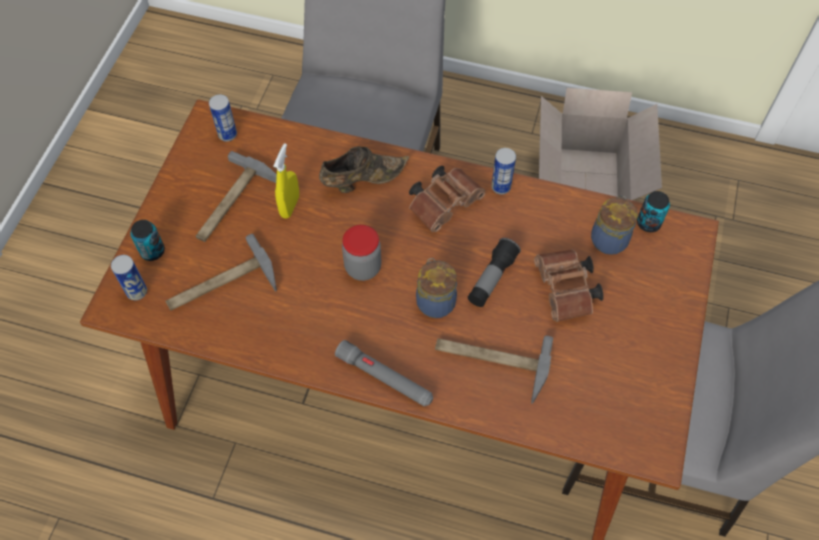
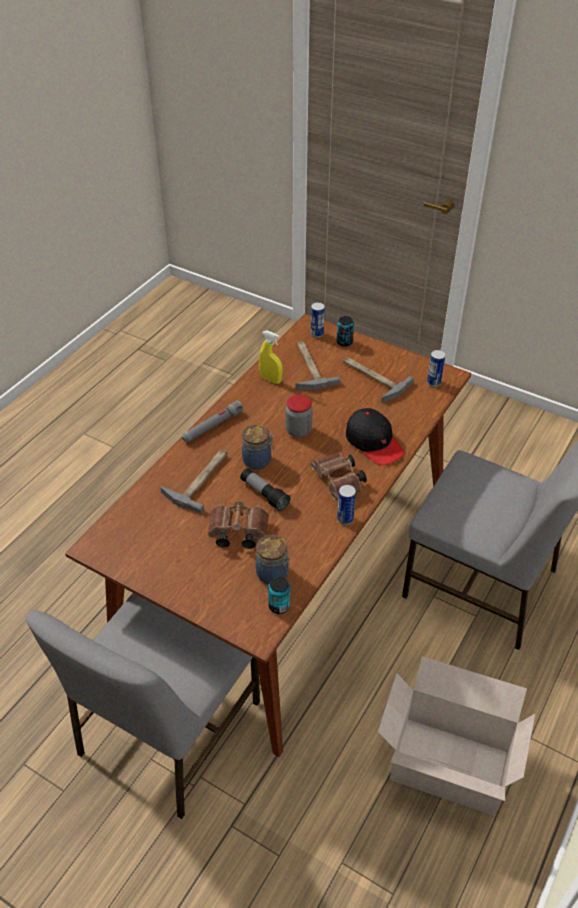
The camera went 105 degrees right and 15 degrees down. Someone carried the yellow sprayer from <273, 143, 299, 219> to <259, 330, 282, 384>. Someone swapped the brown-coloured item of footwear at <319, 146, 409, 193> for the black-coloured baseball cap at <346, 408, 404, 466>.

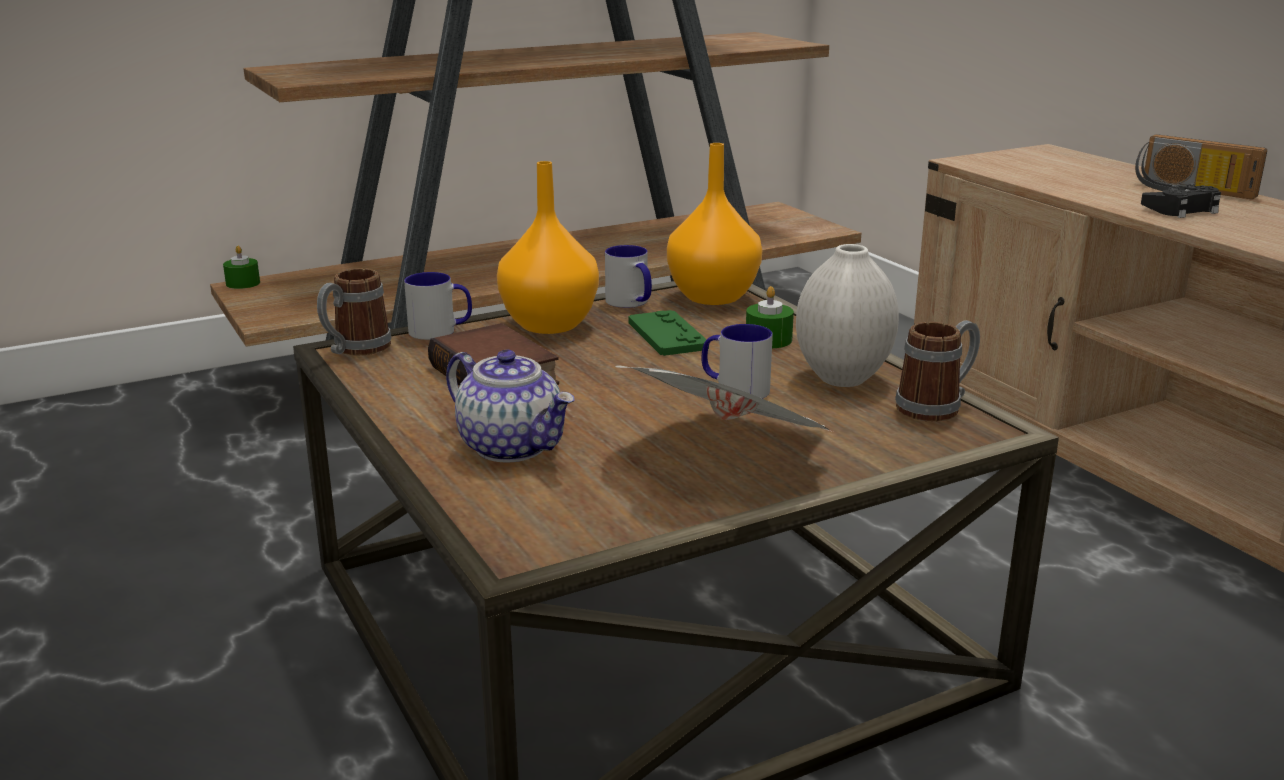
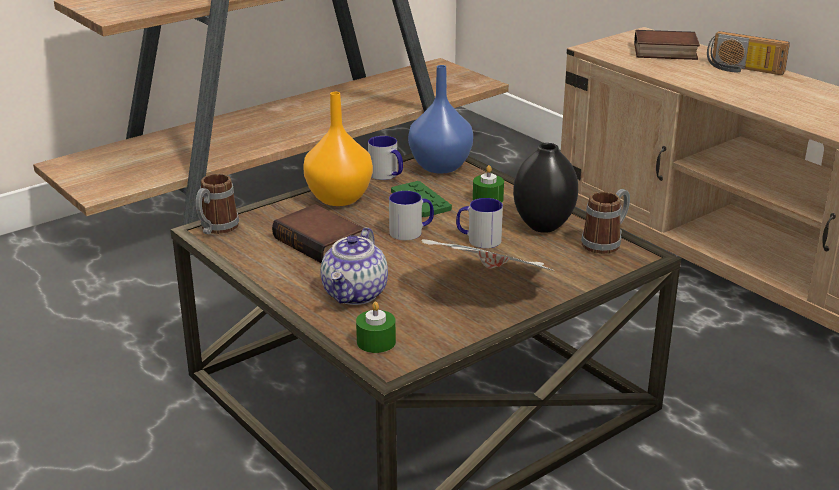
The camera went 10 degrees left and 5 degrees up. Someone took away the black-coloured joypad at <1141, 183, 1221, 218>. Someone put down the book at <634, 30, 700, 60>. Someone carried the green candle from <223, 246, 260, 289> to <356, 302, 396, 353>. Someone carried the coffee mug from <404, 272, 472, 340> to <389, 191, 434, 240>. Someone repainted the orange decorative vase at <667, 143, 762, 305>, which became the blue-coloured decorative vase at <408, 65, 473, 173>. Someone repainted the white-coloured decorative vase at <796, 244, 899, 387>, which became the black-coloured decorative vase at <513, 143, 578, 233>. Someone rotated the teapot at <446, 350, 574, 462> by 75 degrees clockwise.

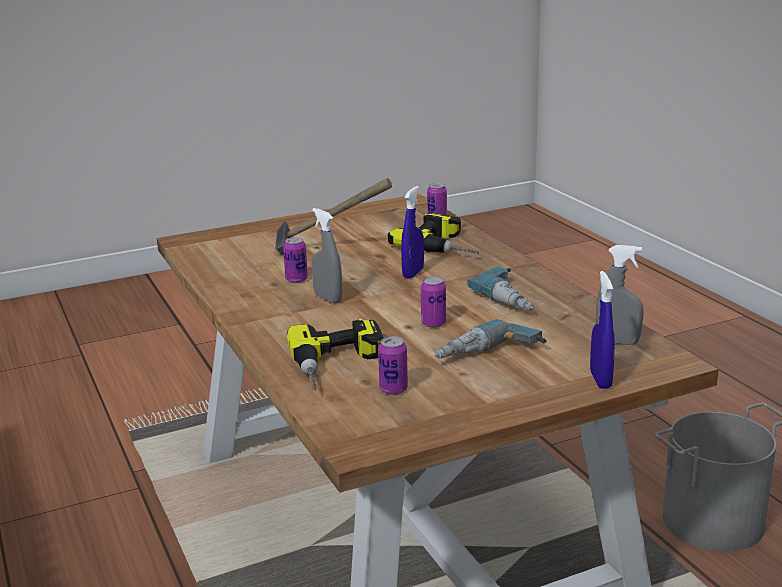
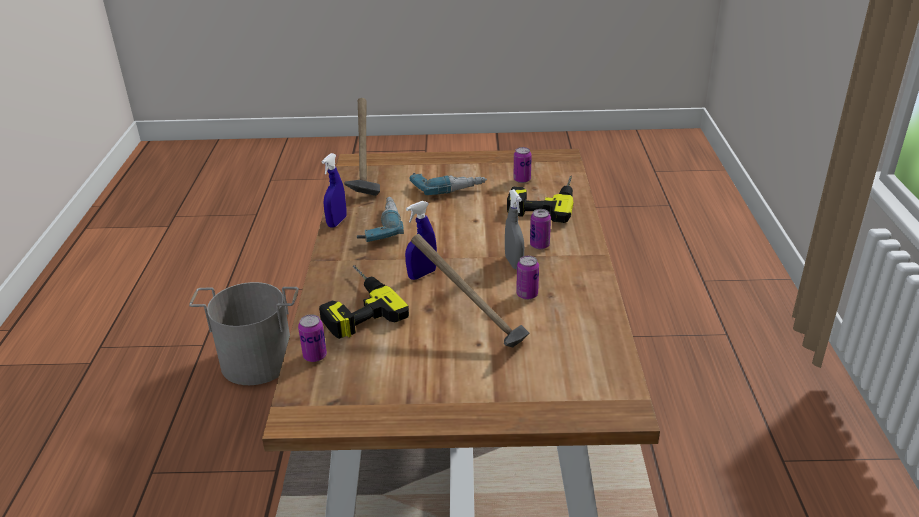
The camera went 155 degrees left and 10 degrees up. Someone carried the sealed can from <421, 276, 446, 328> to <530, 209, 551, 249>. Someone carried the blue-coloured sprayer from <590, 271, 615, 389> to <322, 153, 347, 228>. Someone swapped the grey sprayer at <596, 245, 644, 345> for the tool hammer at <344, 98, 380, 196>.

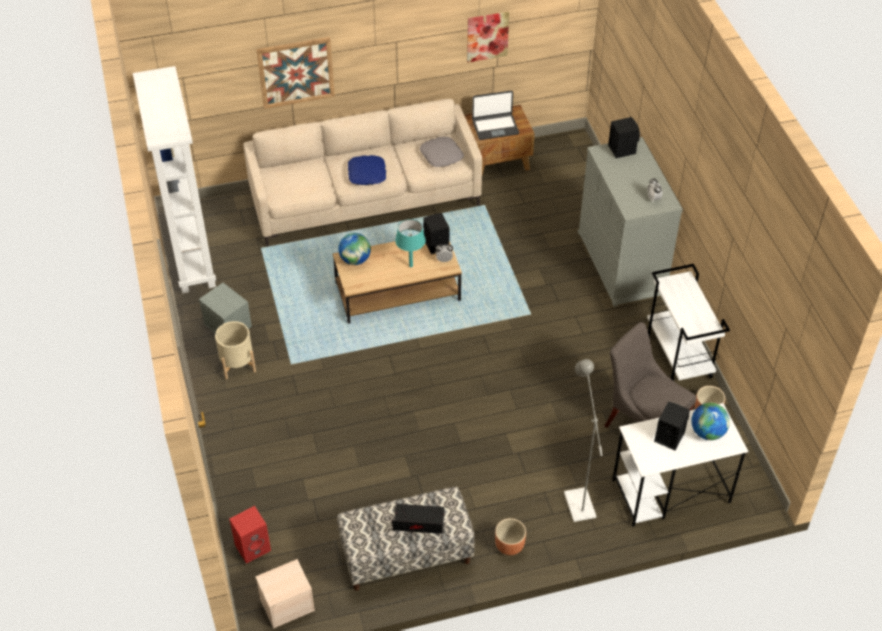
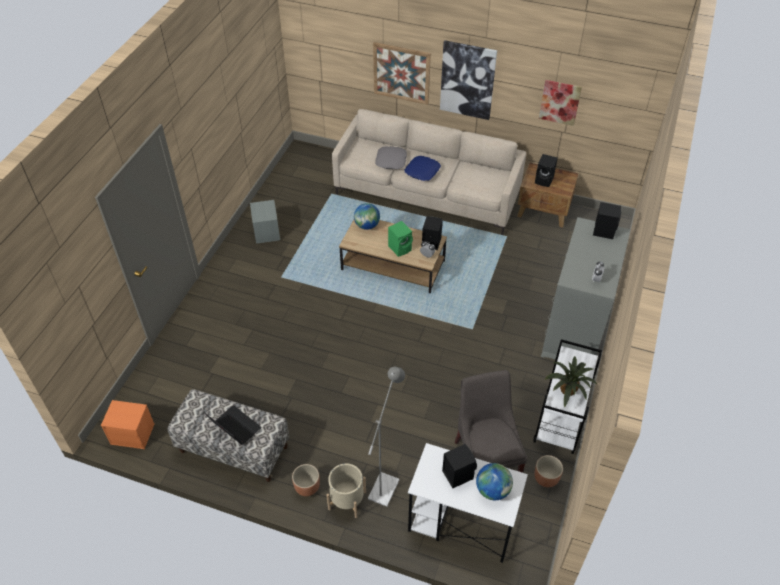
The camera went 35 degrees right and 0 degrees up. Someone took away the white-coloured bookshelf at <133, 66, 216, 293>. Someone took away the reddish speaker at <229, 506, 271, 564>. Someone put up the picture at <440, 40, 497, 120>. Someone put down the potted plant at <545, 356, 598, 408>. Someone carried the beige flower pot from <215, 321, 256, 379> to <327, 463, 366, 518>. Someone carried the grey pillow from <420, 137, 464, 167> to <375, 146, 407, 169>. Someone swapped the turquoise lamp for a table at <395, 219, 426, 267> for the green speaker at <388, 221, 413, 257>. Someone swapped the portable computer at <472, 91, 519, 140> for the black-coloured speaker at <535, 154, 558, 187>. Someone repainted the beige storage container at <255, 559, 315, 629>, which became the orange storage container at <101, 400, 155, 449>.

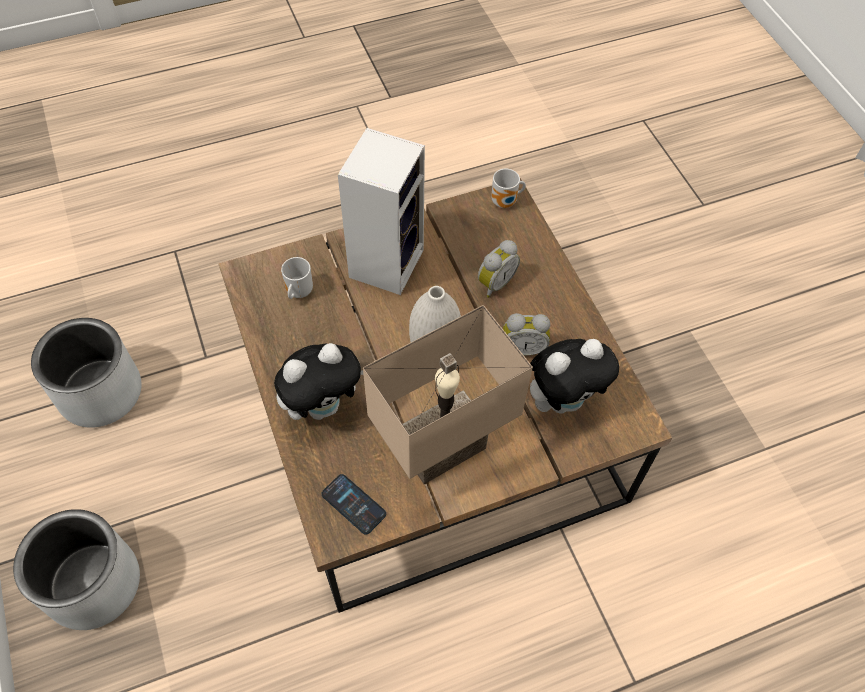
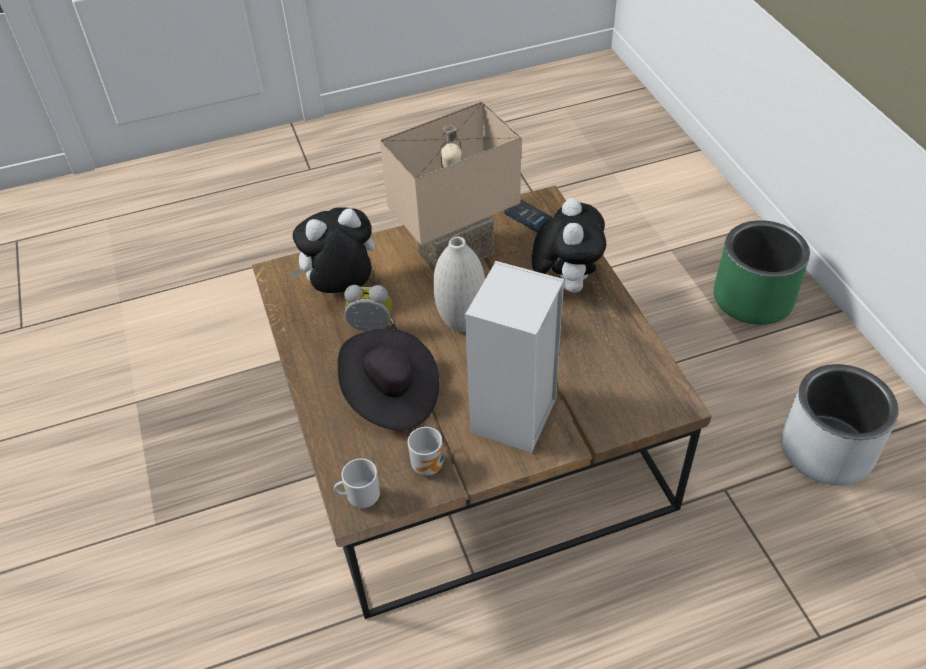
The camera went 175 degrees left and 10 degrees down. Someone carried the coffee mug from <281, 257, 313, 299> to <408, 427, 443, 476>. Someone swapped the alarm clock at <478, 240, 520, 298> for the black-coloured clothing hat at <338, 329, 439, 430>. Someone repainted the grey flower pot at <13, 509, 140, 630>, which became the green flower pot at <714, 220, 810, 325>. Someone rotated the soft toy at <274, 343, 363, 420> by 120 degrees clockwise.

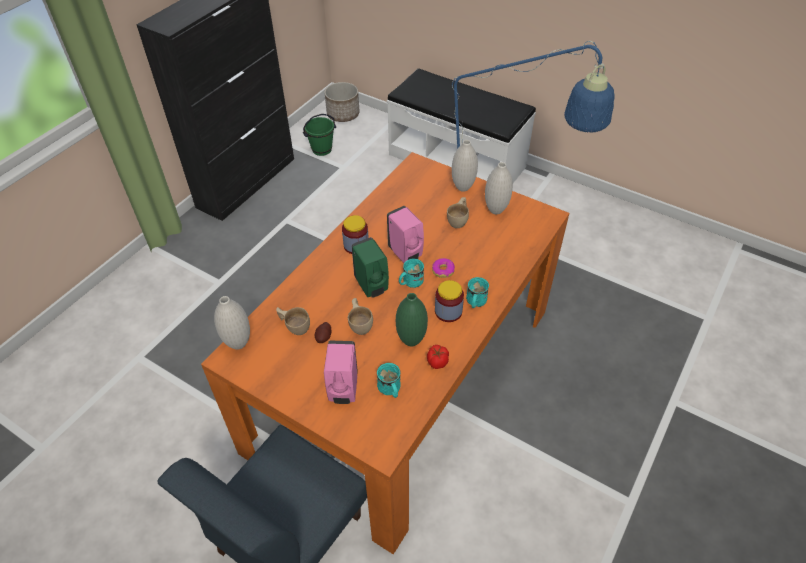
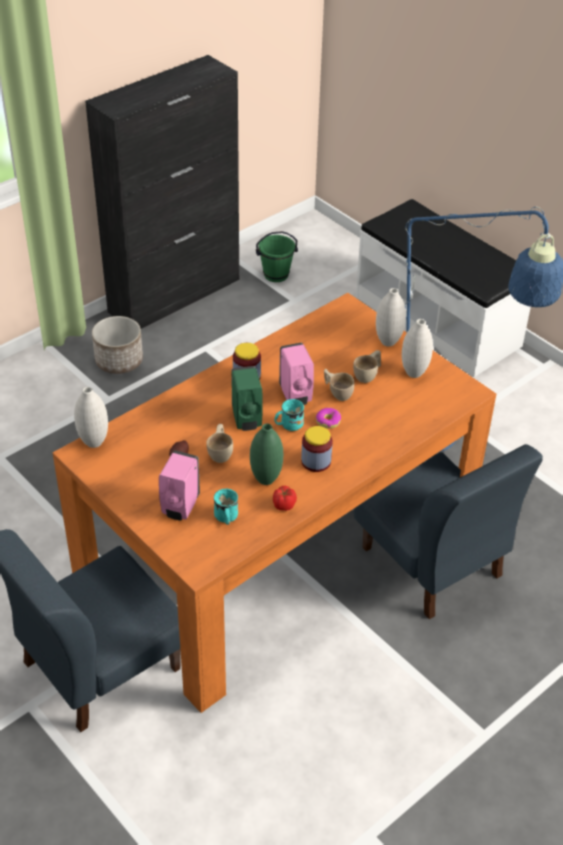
The camera went 15 degrees right and 5 degrees down. Someone took away the turquoise coffee mug at <466, 277, 489, 308>. Someone put down the blue-coloured upright chair at <353, 444, 543, 619>. Someone carried the beige cup from <276, 307, 310, 335> to <324, 369, 354, 401>. Someone carried the flower pot from <324, 82, 360, 122> to <92, 316, 143, 374>.

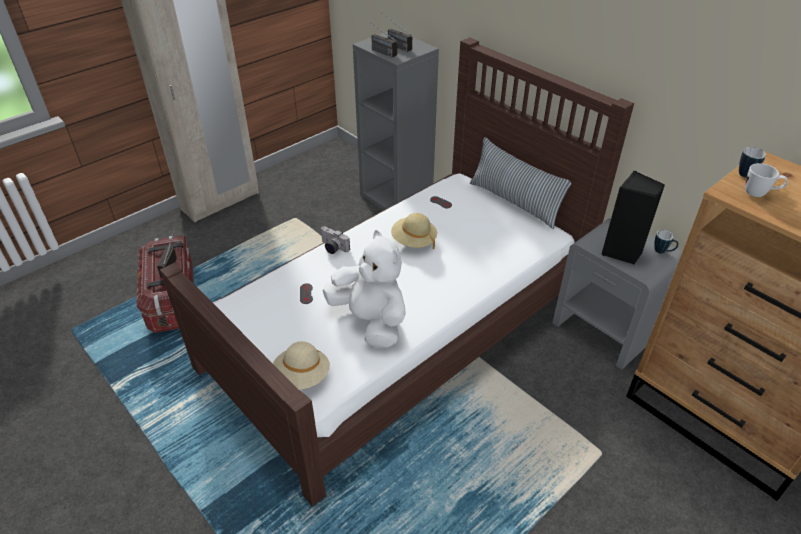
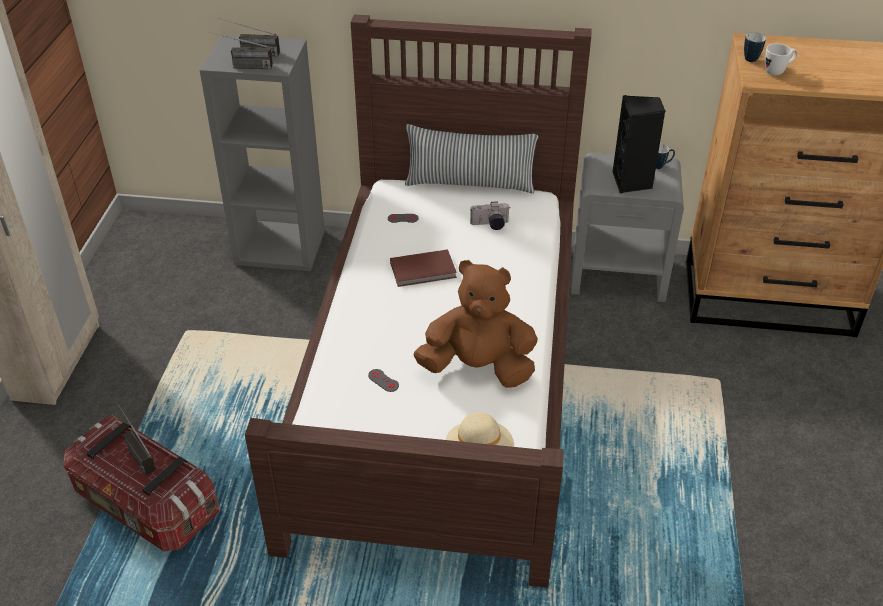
The camera went 40 degrees left and 0 degrees up. Someone carried the photo camera from <321, 226, 350, 254> to <470, 201, 510, 230>. Someone swapped the beige clothing hat at <391, 213, 437, 249> for the brown-coloured book at <390, 249, 457, 287>. Someone repainted the white-coloured soft toy at <323, 230, 406, 348>, which became the brown-coloured soft toy at <414, 260, 538, 388>.

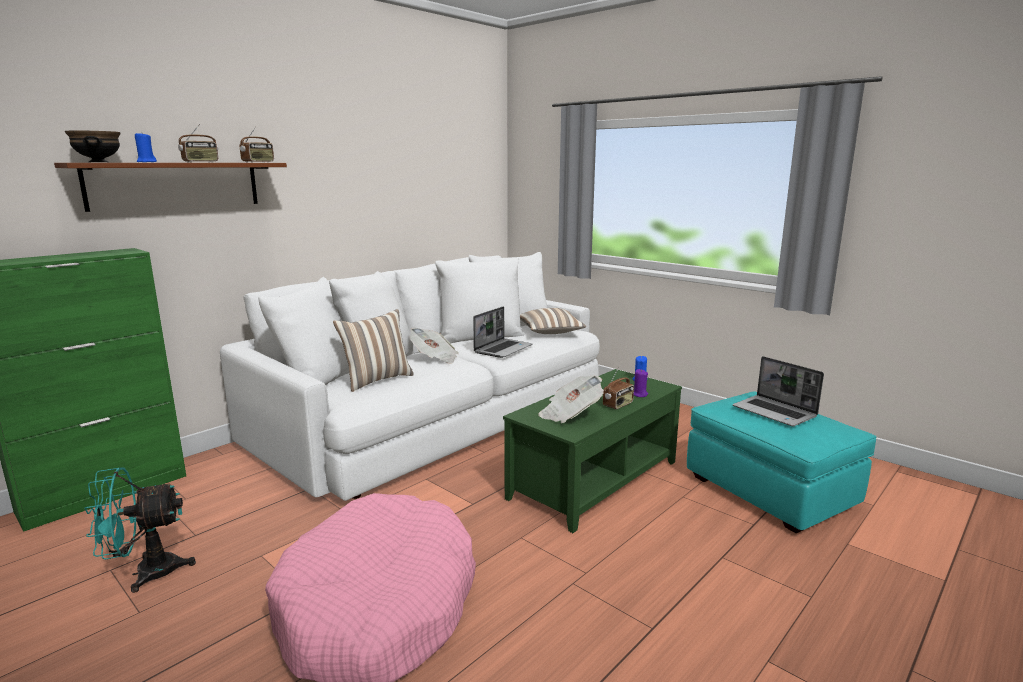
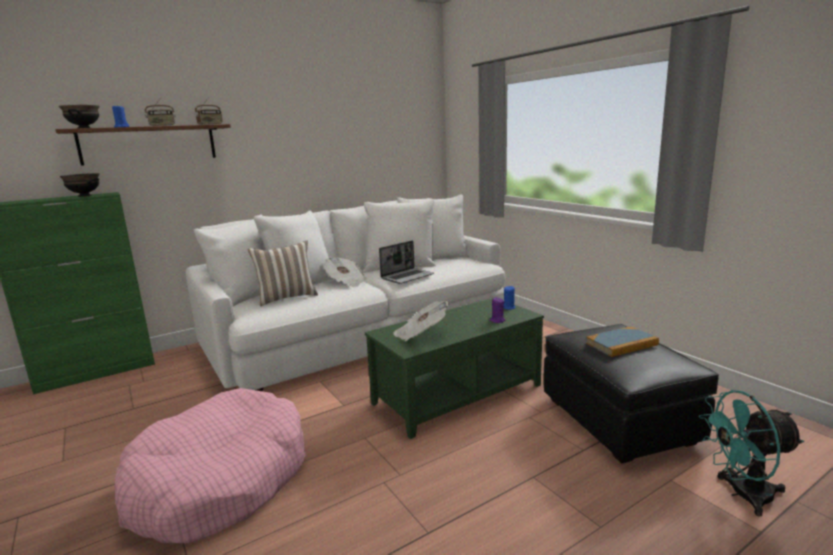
The camera went 15 degrees right and 0 degrees up. Someone took away the pillow at <520, 308, 587, 334>. Someone took away the radio set at <603, 367, 634, 409>. Someone put down the black-coloured bowl at <60, 173, 99, 197>. Someone carried the turquoise electric fan from <84, 467, 196, 593> to <699, 390, 804, 517>. Someone swapped the portable computer at <733, 356, 824, 426> for the book at <586, 327, 659, 357>. Someone repainted the turquoise footrest at <687, 391, 876, 533>, which became the black-coloured footrest at <544, 324, 719, 463>.

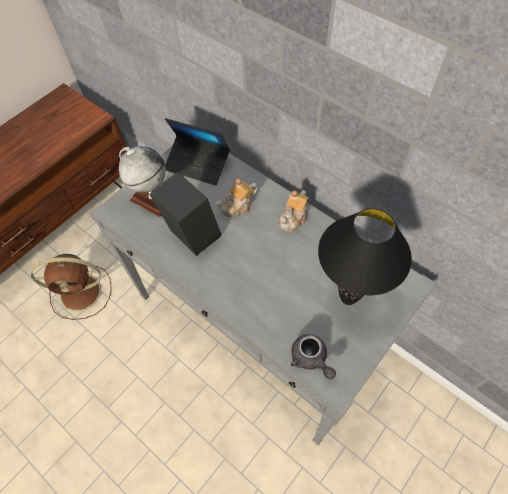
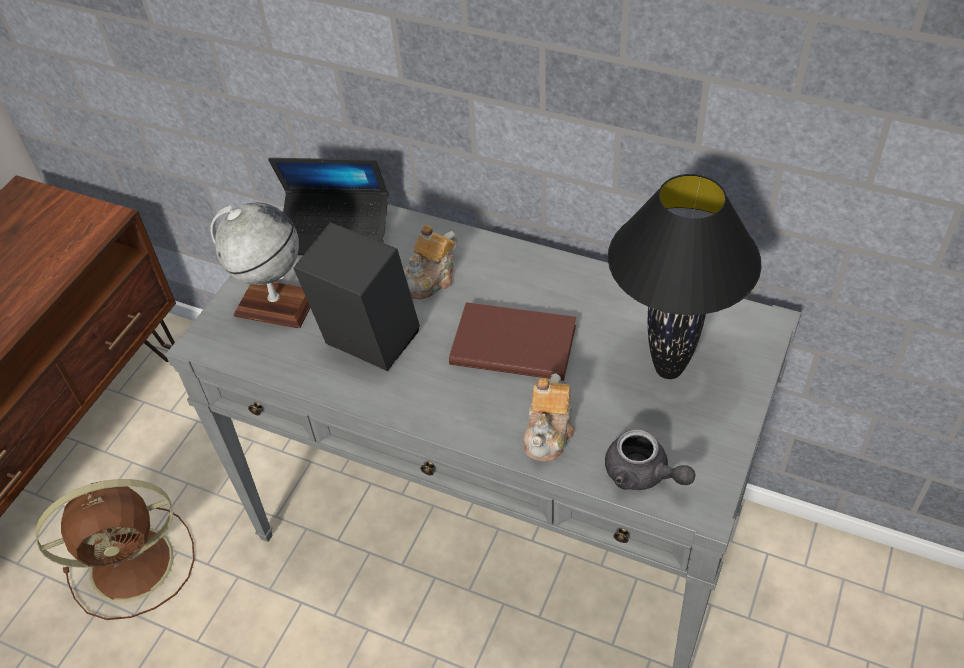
The camera went 15 degrees left and 10 degrees down. Someone put down the brown-coloured book at <449, 302, 576, 381>. Someone carried the teapot from <279, 190, 309, 232> to <523, 373, 575, 462>.

